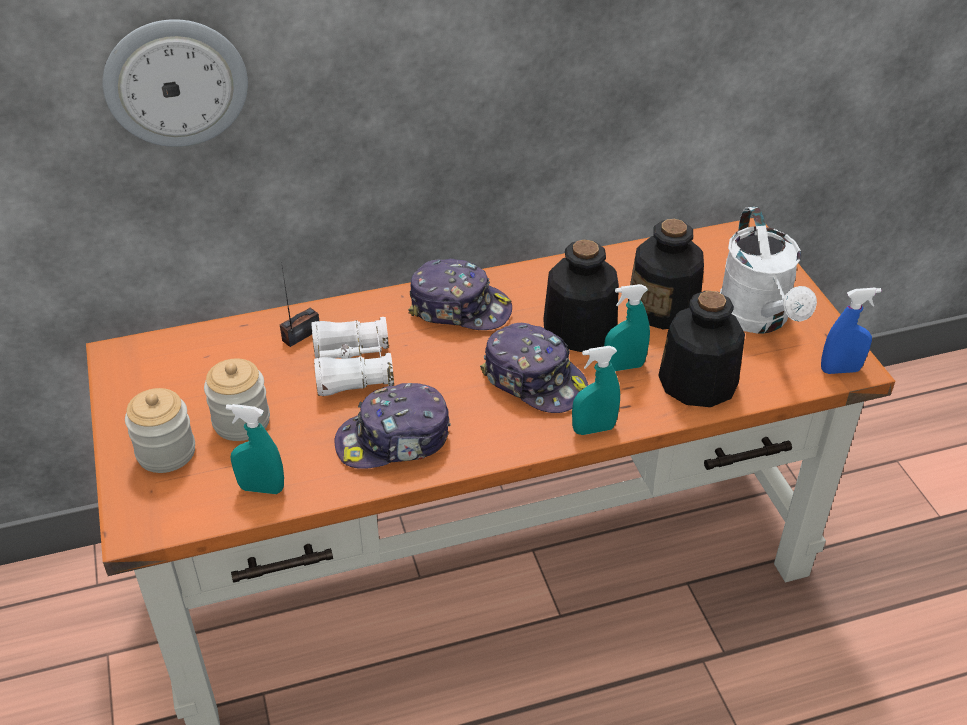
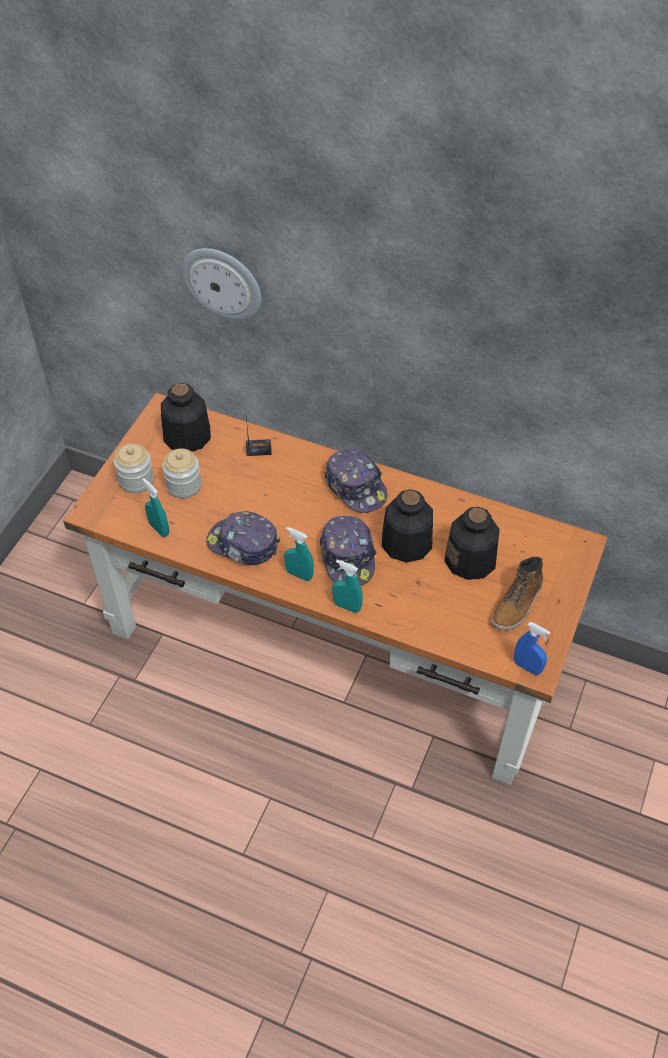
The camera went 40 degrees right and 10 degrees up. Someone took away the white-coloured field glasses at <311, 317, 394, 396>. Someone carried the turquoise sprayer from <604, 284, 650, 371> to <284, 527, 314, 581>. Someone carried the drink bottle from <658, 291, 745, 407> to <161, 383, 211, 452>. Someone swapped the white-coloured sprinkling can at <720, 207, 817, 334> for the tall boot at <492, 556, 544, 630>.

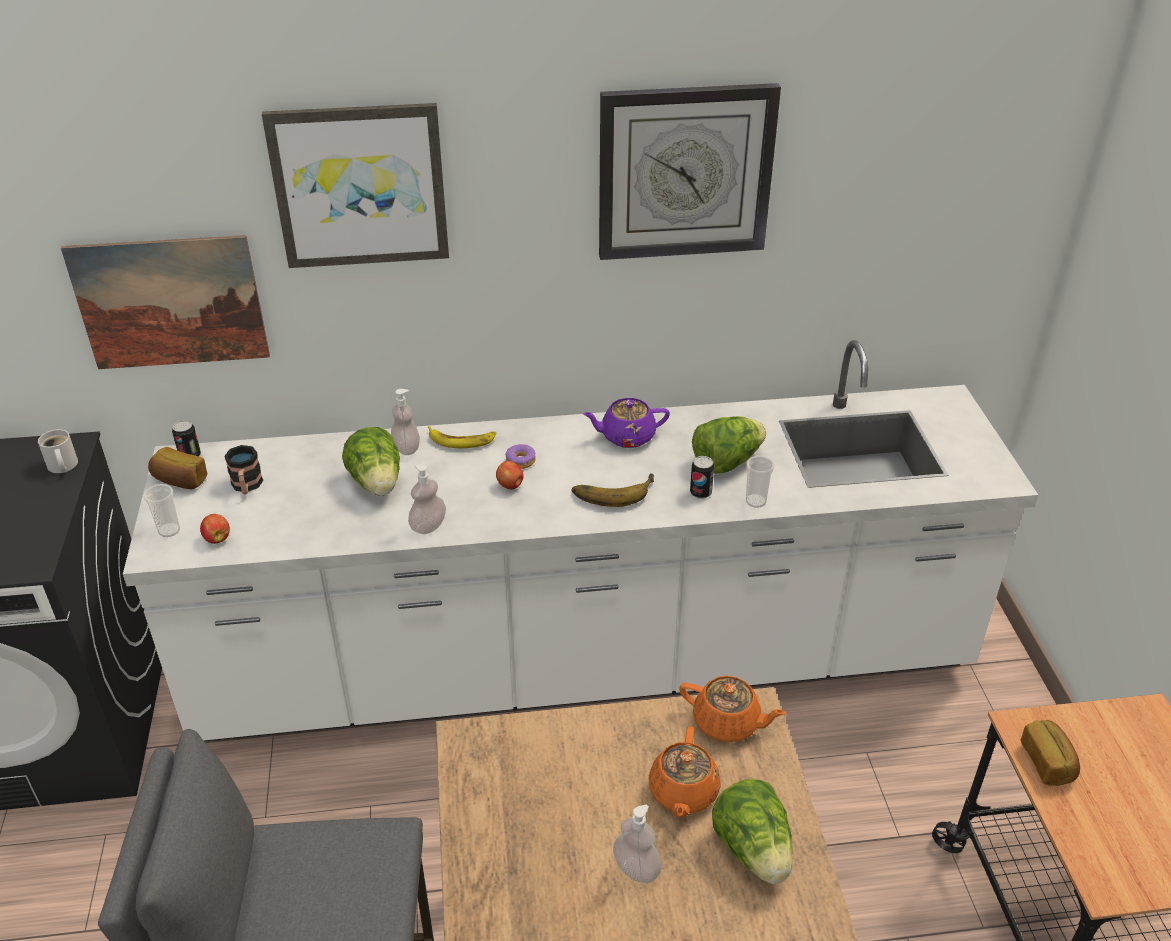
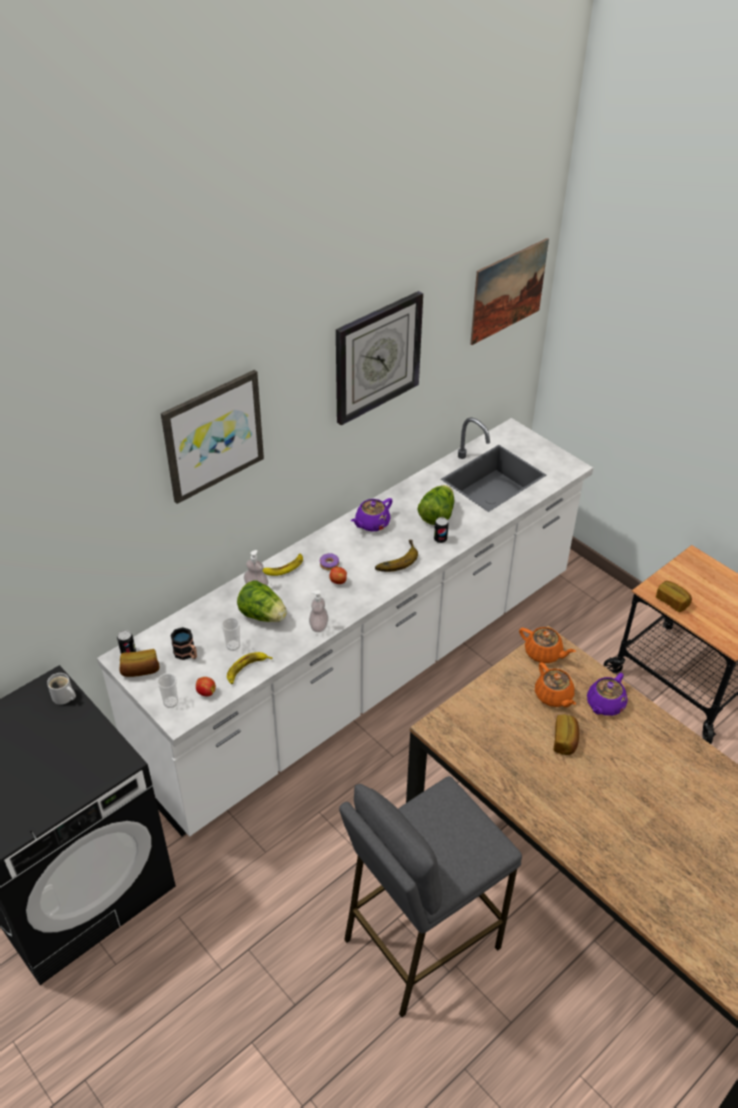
The camera went 35 degrees left and 5 degrees up. Someone put down the banana fruit at <227, 652, 273, 684>. Someone carried the picture from <61, 235, 270, 369> to <470, 238, 549, 345>. Someone carried the cup from <746, 456, 774, 508> to <221, 617, 240, 651>. Someone swapped the soap bottle at <613, 805, 662, 883> for the baked bread at <553, 714, 579, 755>. Someone swapped the lettuce at <712, 779, 793, 884> for the purplish teapot at <587, 673, 628, 716>. Someone rotated the orange teapot at <679, 676, 787, 742> by 45 degrees clockwise.

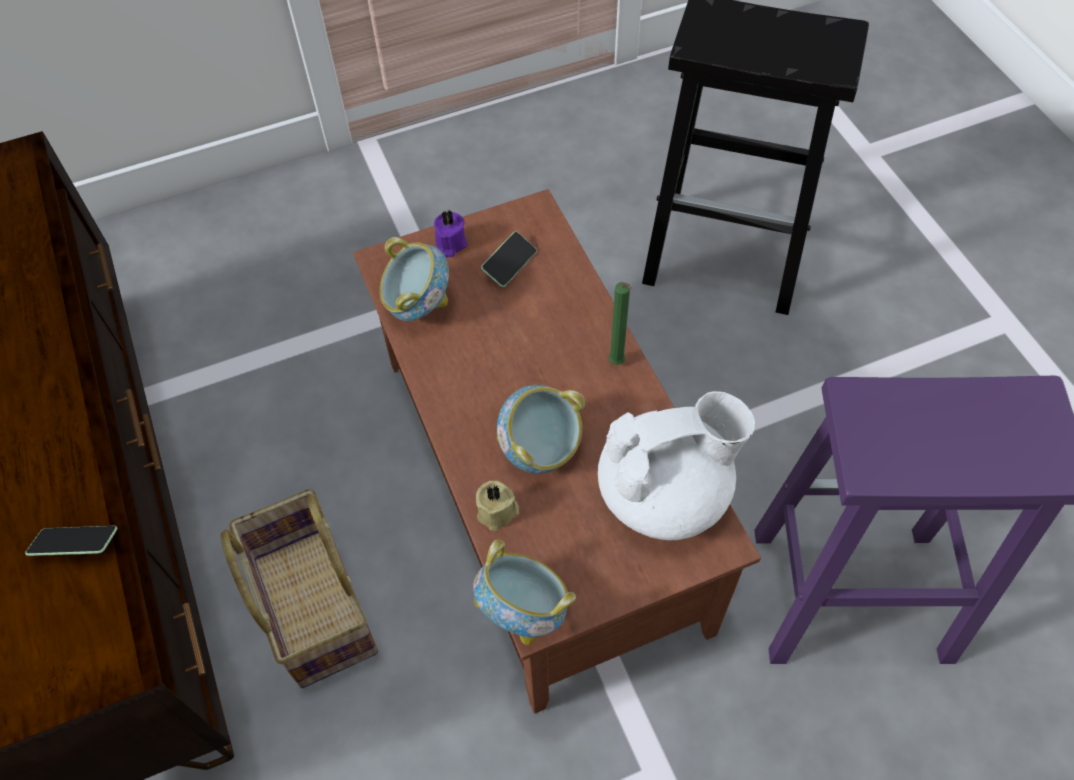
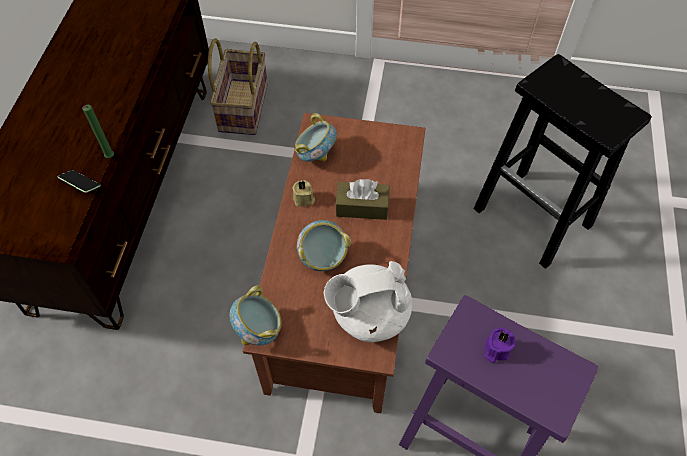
The camera went 30 degrees right and 0 degrees up. Someone took away the telephone at <481, 231, 537, 287>. Someone put down the brown-coloured box of tissues at <335, 179, 389, 220>. Someone carried the basket from <221, 489, 378, 688> to <208, 38, 268, 135>. Someone carried the purplish candle from <434, 210, 467, 257> to <485, 328, 516, 363>. Someone carried the beige candle from <476, 481, 519, 531> to <292, 180, 315, 206>. Someone carried the green candle from <608, 282, 632, 365> to <82, 105, 114, 158>. Someone rotated the white-coloured teapot at <598, 391, 755, 540> by 150 degrees clockwise.

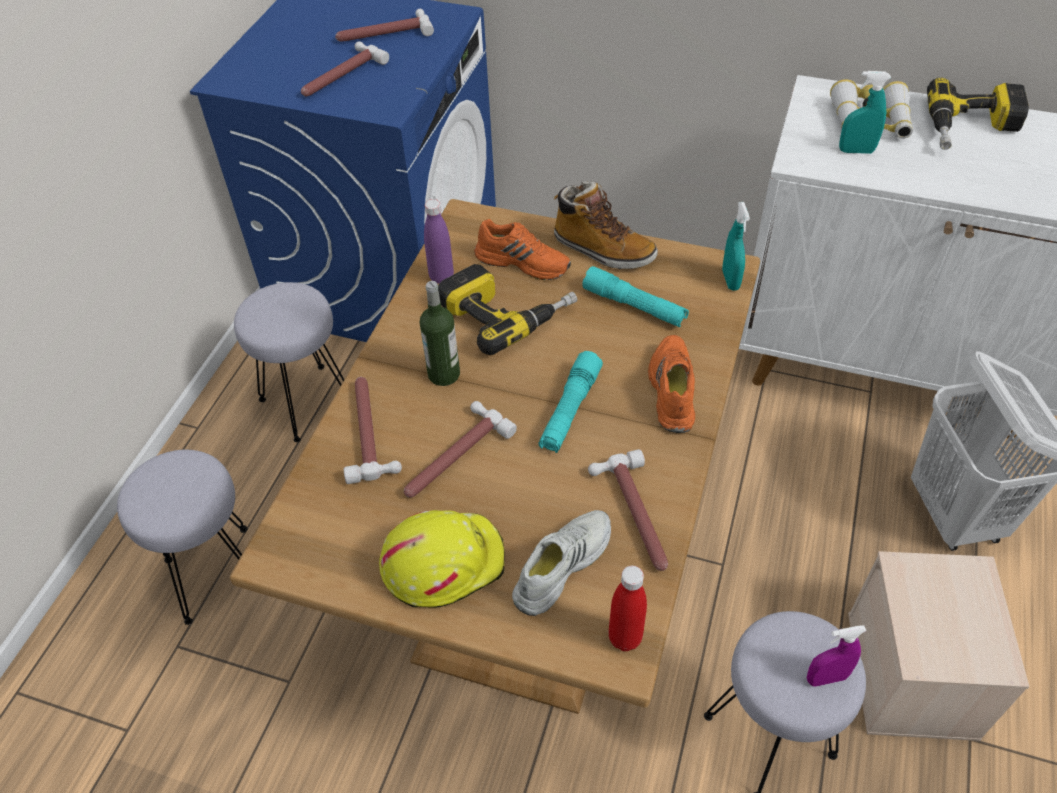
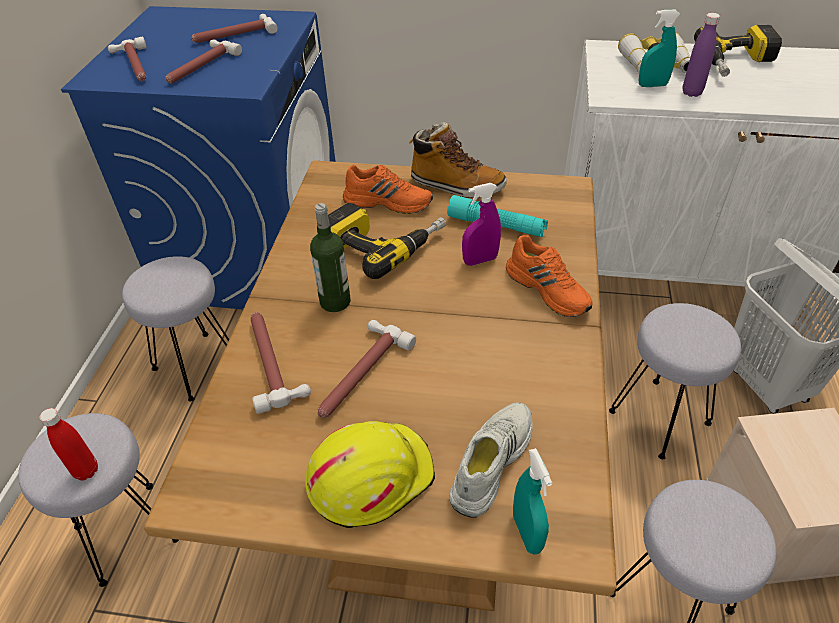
The camera went 10 degrees left and 5 degrees down. Someone took away the turquoise torch at <539, 351, 603, 453>. Someone put down the grey stool at <609, 303, 741, 459>. Someone carried the purplish drink bottle from <424, 199, 454, 284> to <683, 13, 720, 97>. Someone carried the tool hammer from <588, 449, 668, 571> to <108, 37, 147, 81>. Someone carried the reddish drink bottle from <609, 566, 647, 651> to <39, 408, 98, 481>. Someone carried the turquoise sprayer from <722, 202, 750, 291> to <513, 448, 552, 555>. Someone carried the purplish sprayer from <807, 625, 866, 686> to <462, 183, 501, 266>. Someone rotated the orange item of footwear at <648, 335, 695, 433> by 150 degrees clockwise.

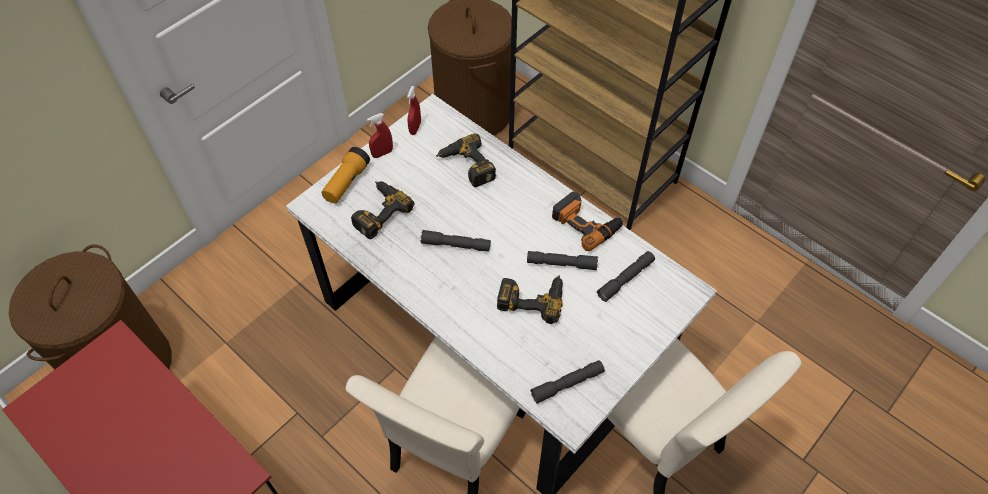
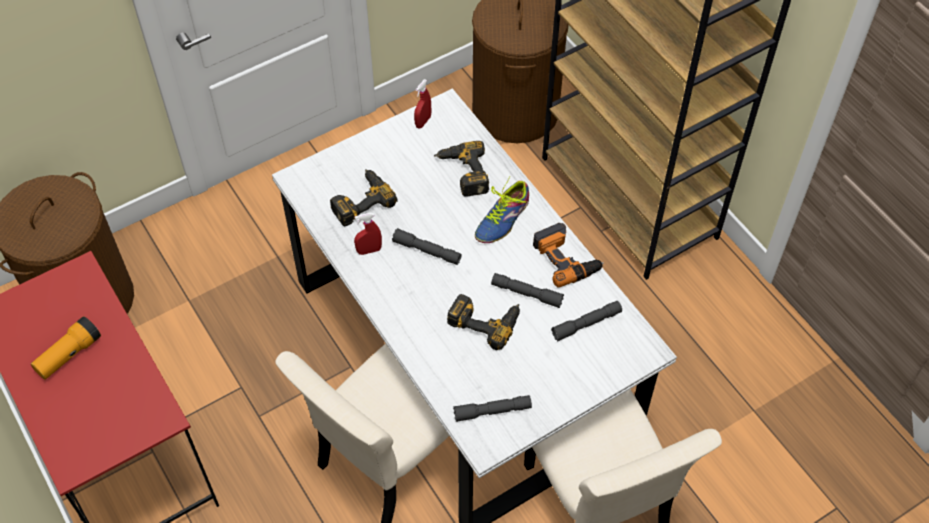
The camera went 15 degrees right and 0 degrees up. Someone put down the item of footwear at <475, 177, 529, 243>. Someone carried the torch from <322, 147, 370, 204> to <31, 316, 101, 380>. Someone carried the reddish sprayer from <367, 113, 393, 158> to <354, 213, 382, 255>.

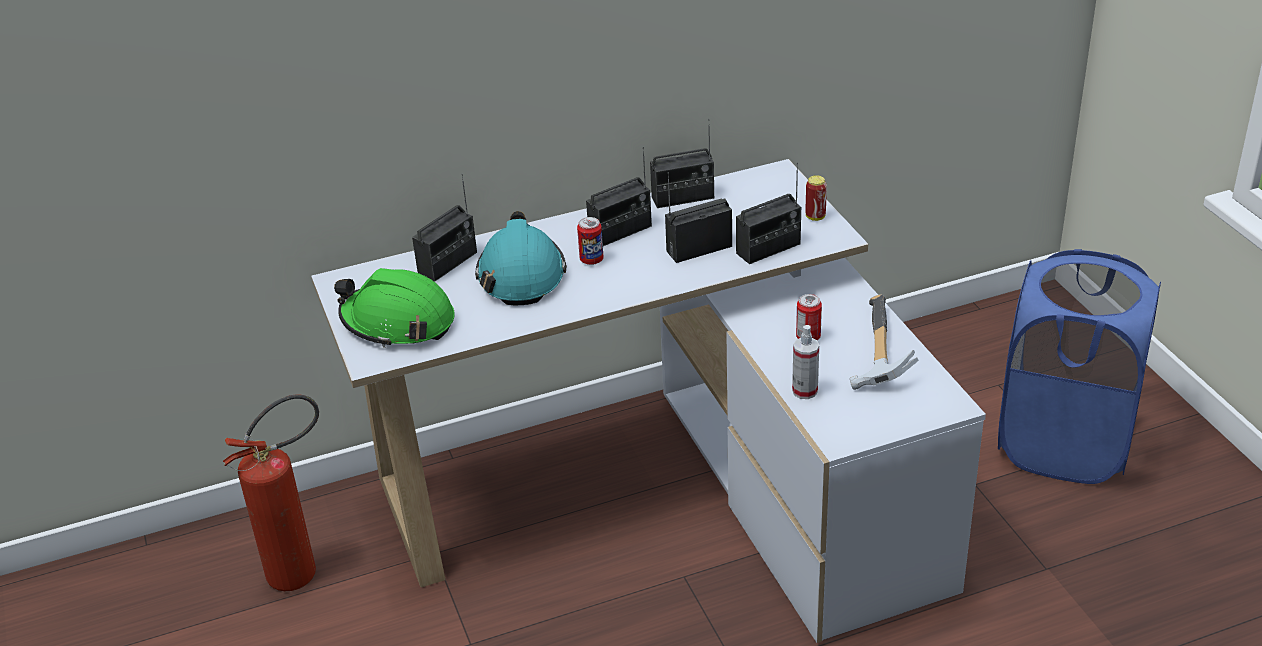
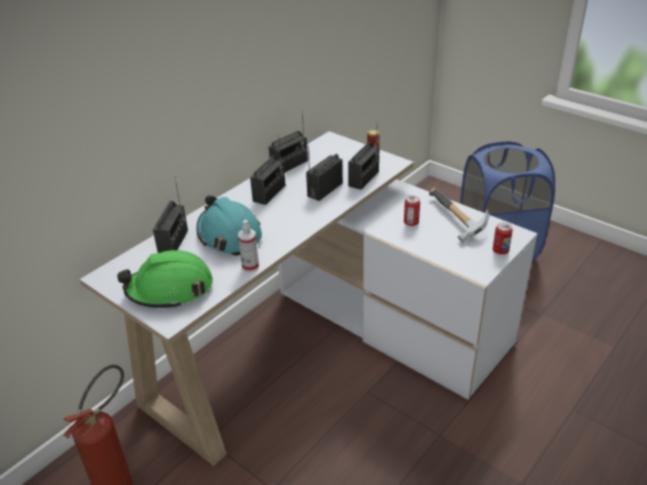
The camera went 30 degrees left and 0 degrees up. Someone carried the sealed can from <577, 217, 604, 265> to <493, 223, 513, 255>. Someone carried the sprayer from <792, 325, 819, 399> to <238, 220, 259, 272>.

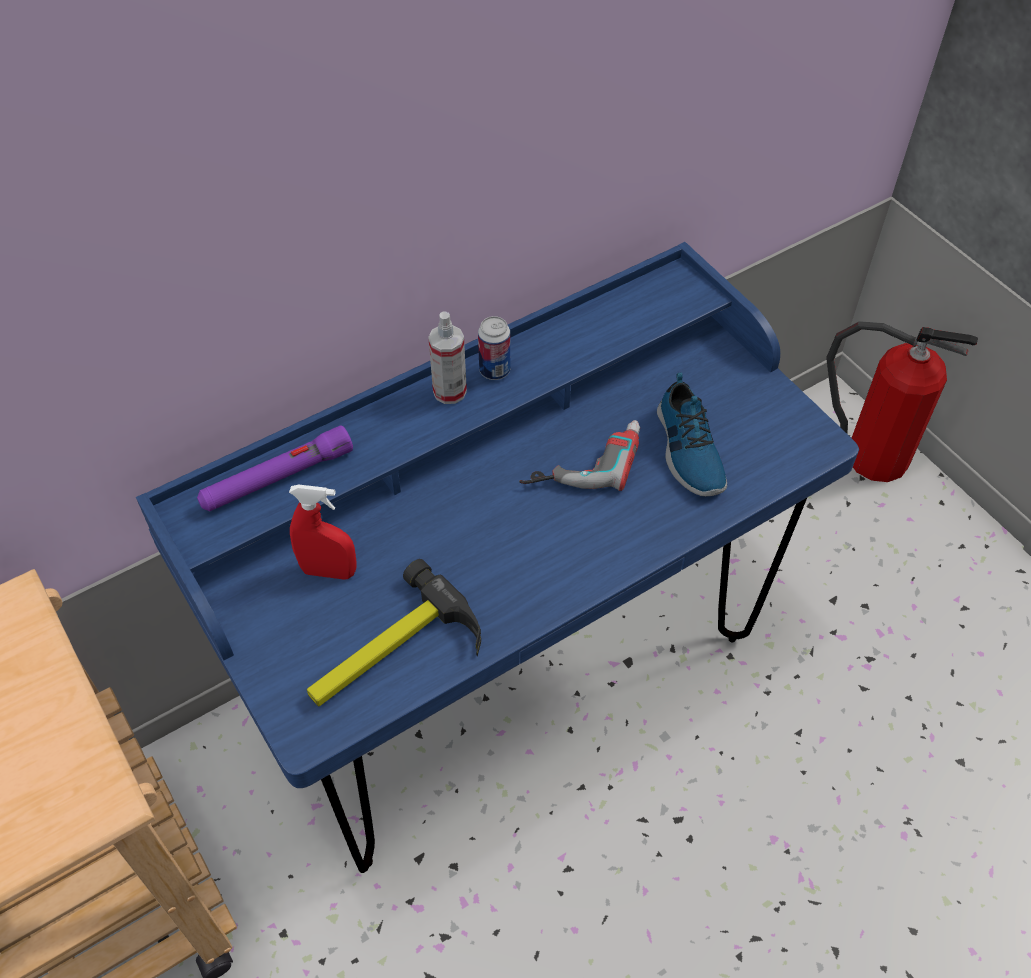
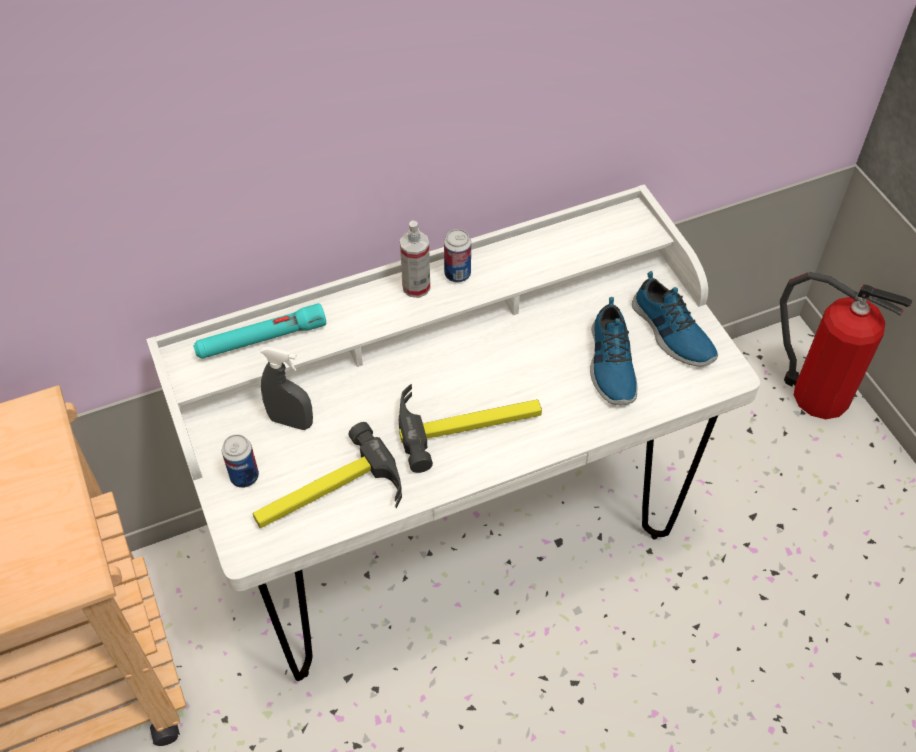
The camera went 10 degrees right and 0 degrees up. Someone took away the drill at <519, 420, 640, 491>. Someone put down the sealed can at <222, 434, 259, 488>. Someone put down the tool hammer at <399, 384, 542, 473>. Someone put down the item of footwear at <632, 271, 718, 367>. Someone repainted the blue-coloured desk table at <136, 242, 859, 873>, which became the white-coloured desk table at <146, 184, 760, 681>. Someone repainted the purplish torch at <197, 425, 353, 511>, which became the turquoise torch at <193, 303, 326, 359>. Someone repainted the reddish sprayer at <289, 485, 357, 579>, which became the grey sprayer at <260, 347, 313, 430>.

